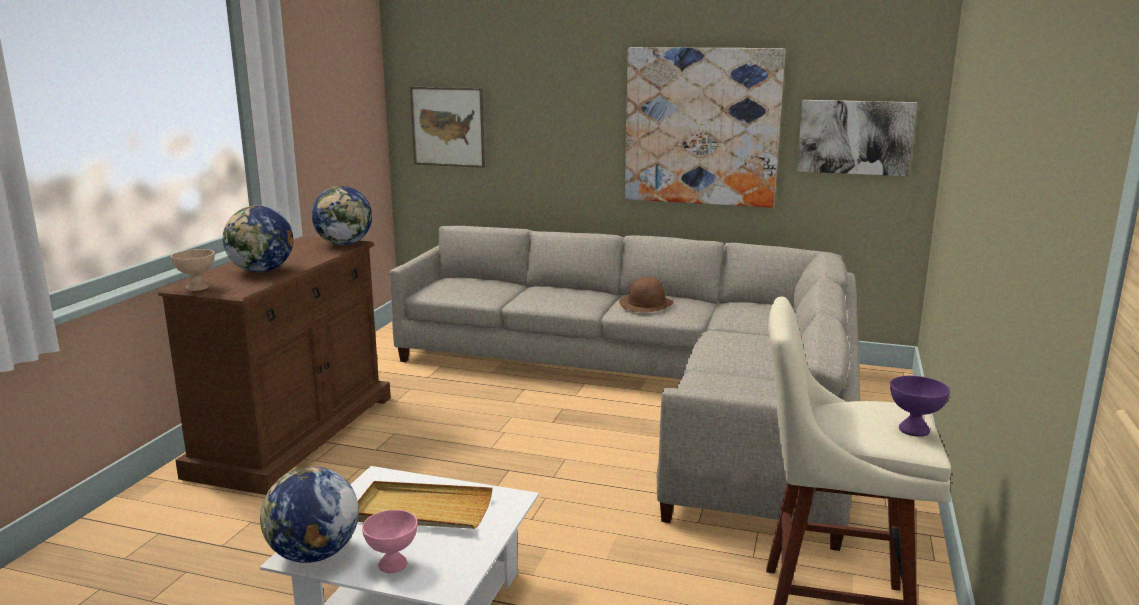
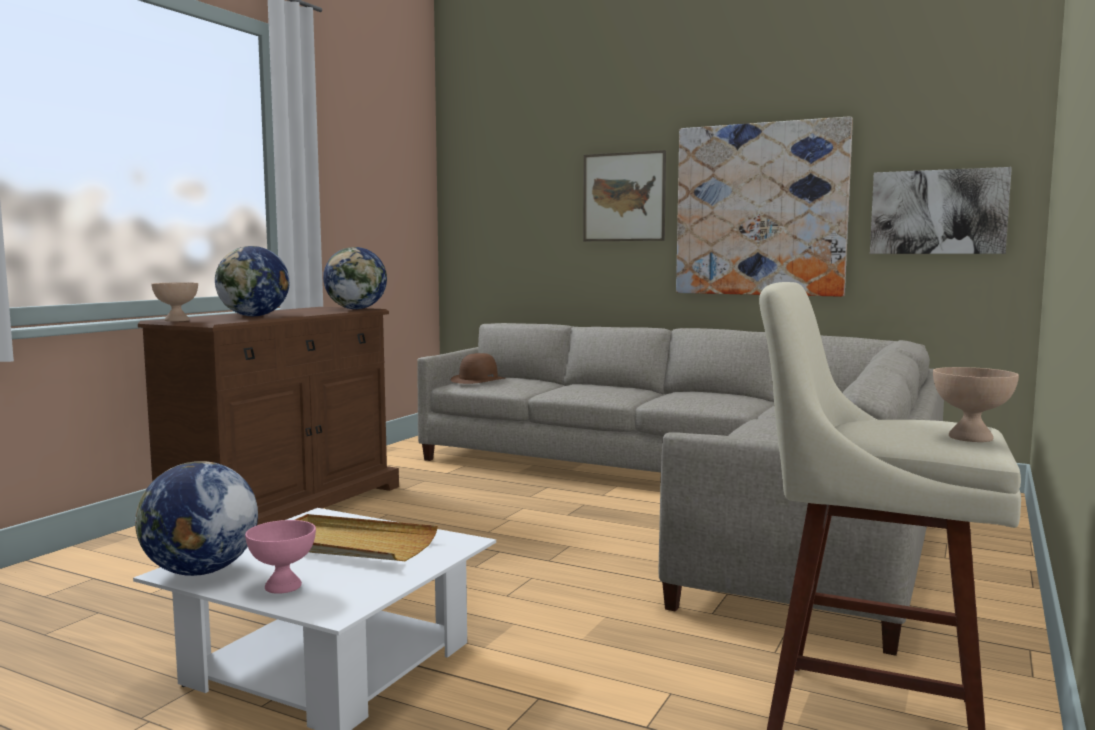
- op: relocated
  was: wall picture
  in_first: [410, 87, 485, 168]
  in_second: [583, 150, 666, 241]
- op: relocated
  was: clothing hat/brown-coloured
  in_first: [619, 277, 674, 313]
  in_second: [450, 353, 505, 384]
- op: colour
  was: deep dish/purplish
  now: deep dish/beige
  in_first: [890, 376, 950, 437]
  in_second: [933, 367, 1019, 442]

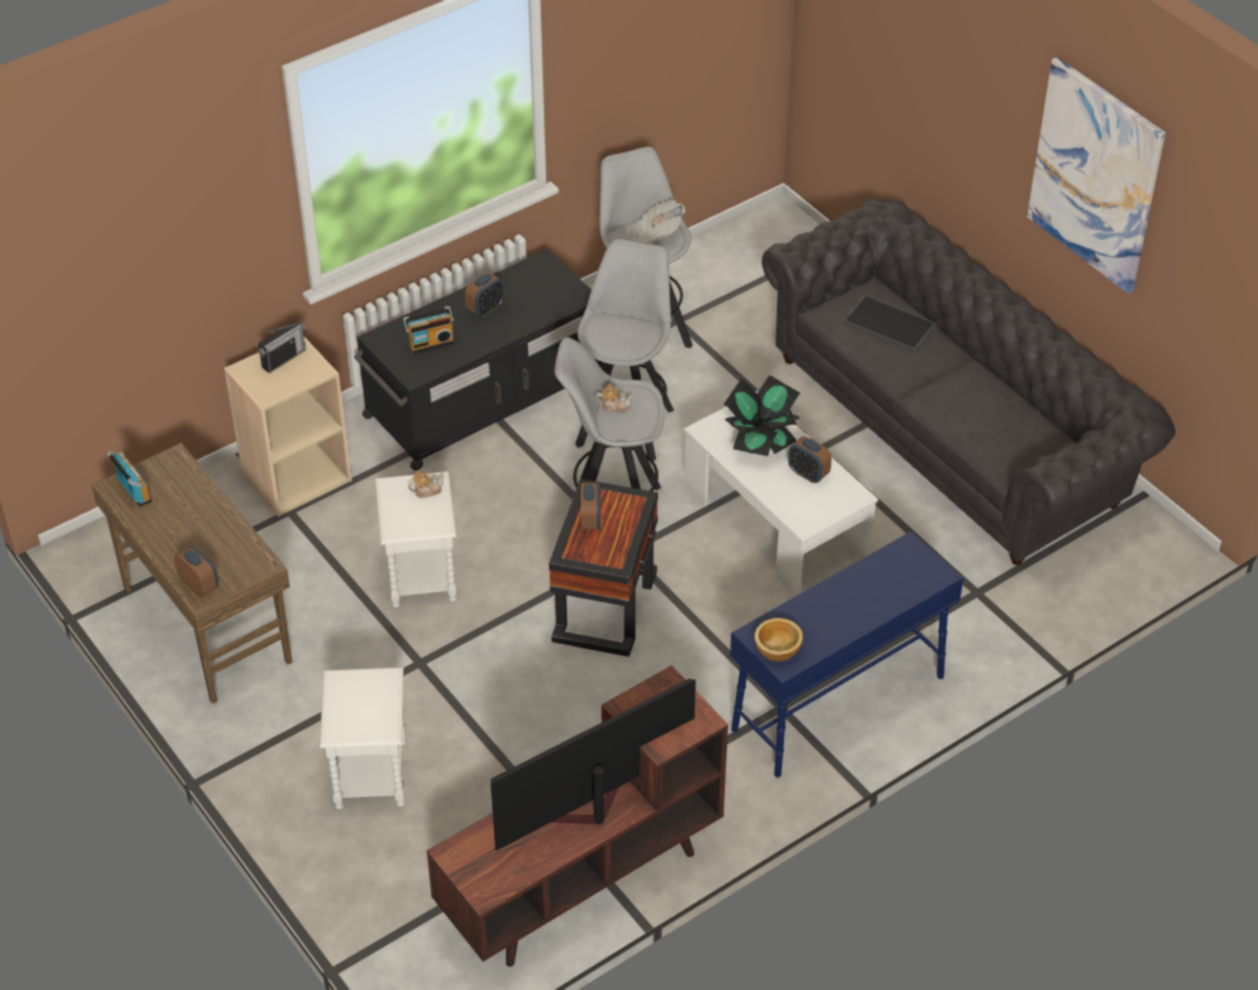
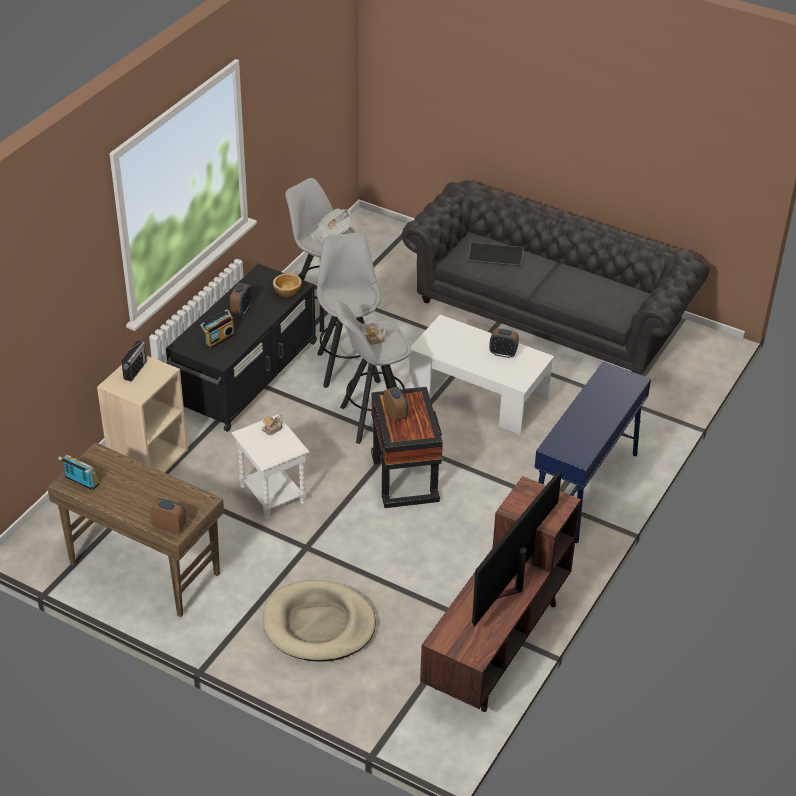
- op: exchanged
  was: side table/white
  now: dog bed/beige
  in_first: [320, 667, 406, 809]
  in_second: [263, 580, 376, 662]
- op: missing
  was: houseplant
  in_first: [724, 375, 800, 456]
- op: relocated
  was: deep dish
  in_first: [754, 618, 803, 662]
  in_second: [273, 273, 302, 297]
- op: missing
  was: wall picture
  in_first: [1027, 57, 1166, 294]

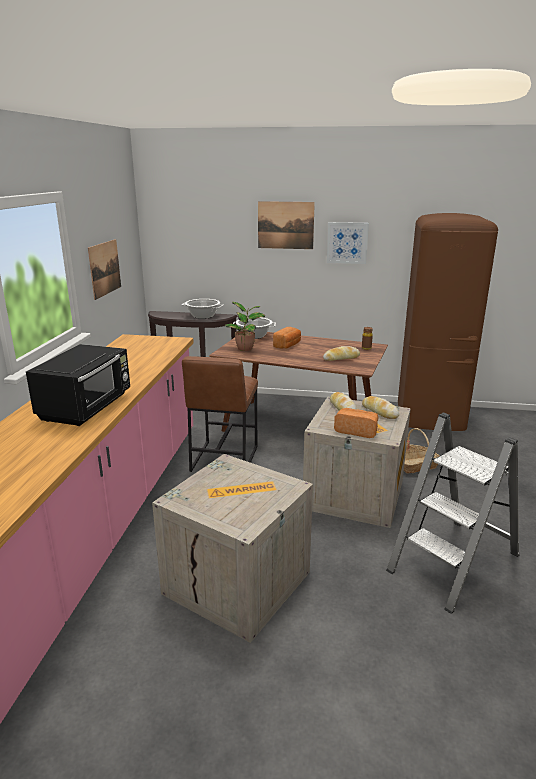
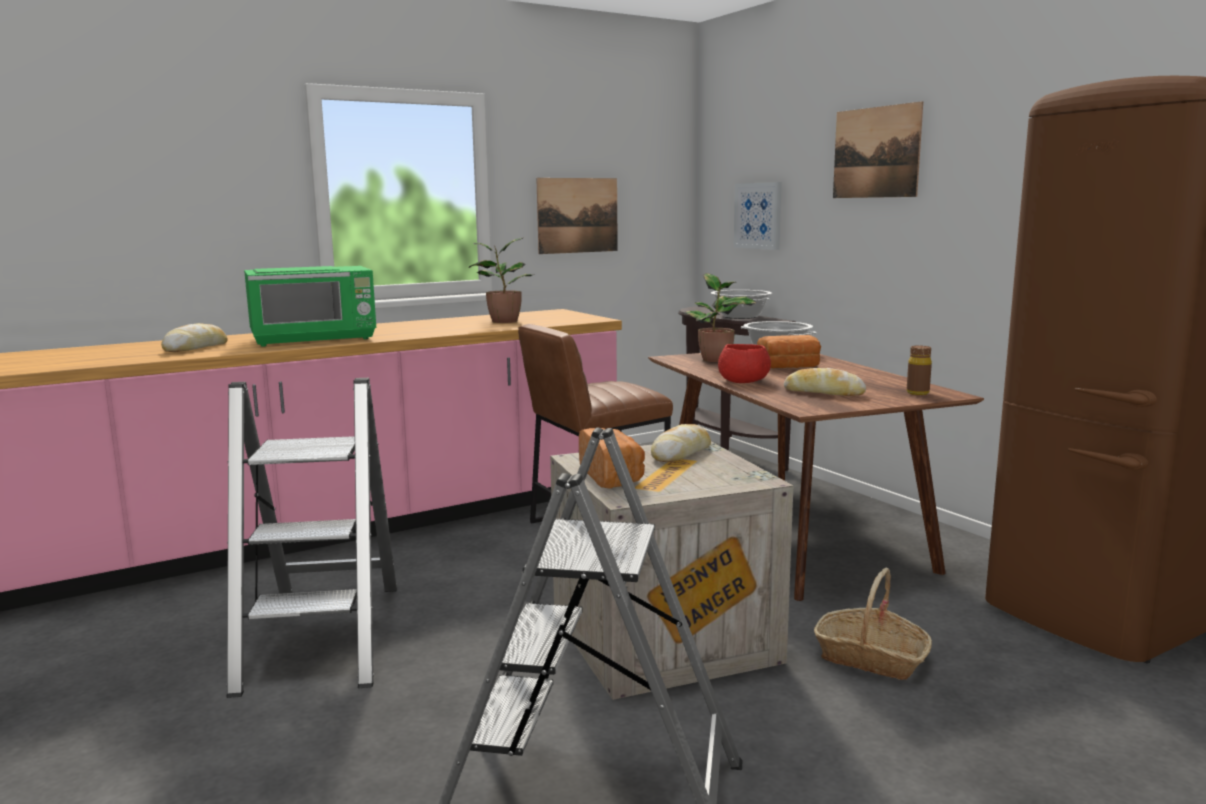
- op: colour
  was: microwave oven/black-coloured
  now: microwave oven/greenish
  in_first: [26, 344, 130, 426]
  in_second: [244, 266, 376, 347]
- op: exchanged
  was: packing crate
  now: stepladder/gray
  in_first: [152, 454, 313, 643]
  in_second: [226, 378, 397, 698]
- op: relocated
  was: wall picture
  in_first: [327, 222, 369, 264]
  in_second: [734, 182, 782, 250]
- op: relocated
  was: bakery bread
  in_first: [362, 396, 399, 419]
  in_second: [161, 323, 228, 352]
- op: appeared
  now: houseplant
  in_second: [469, 238, 535, 323]
- op: appeared
  now: deep dish/reddish
  in_second: [718, 344, 771, 383]

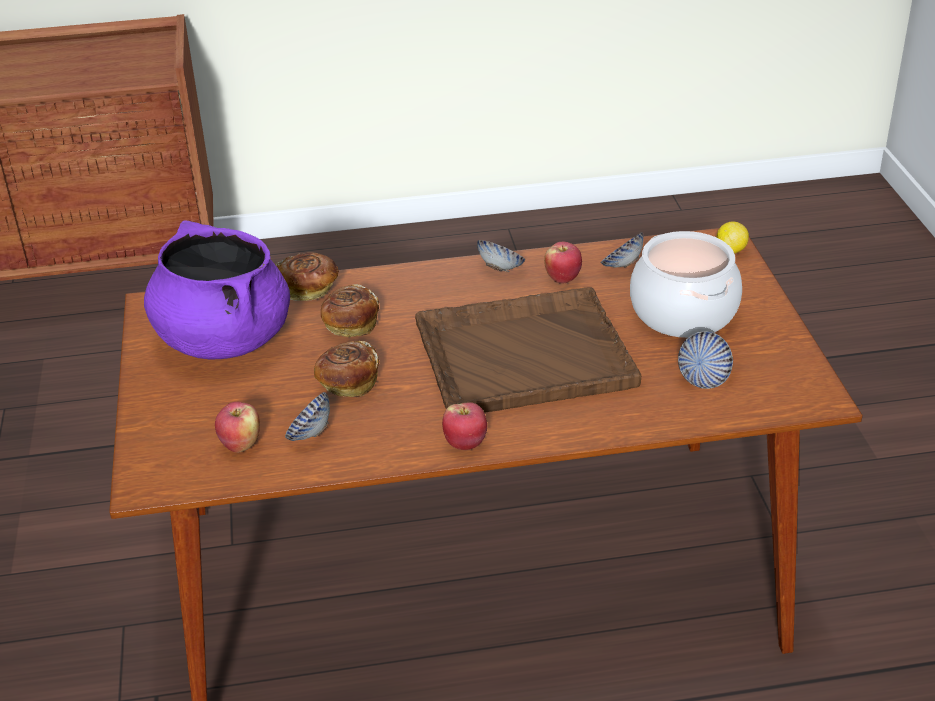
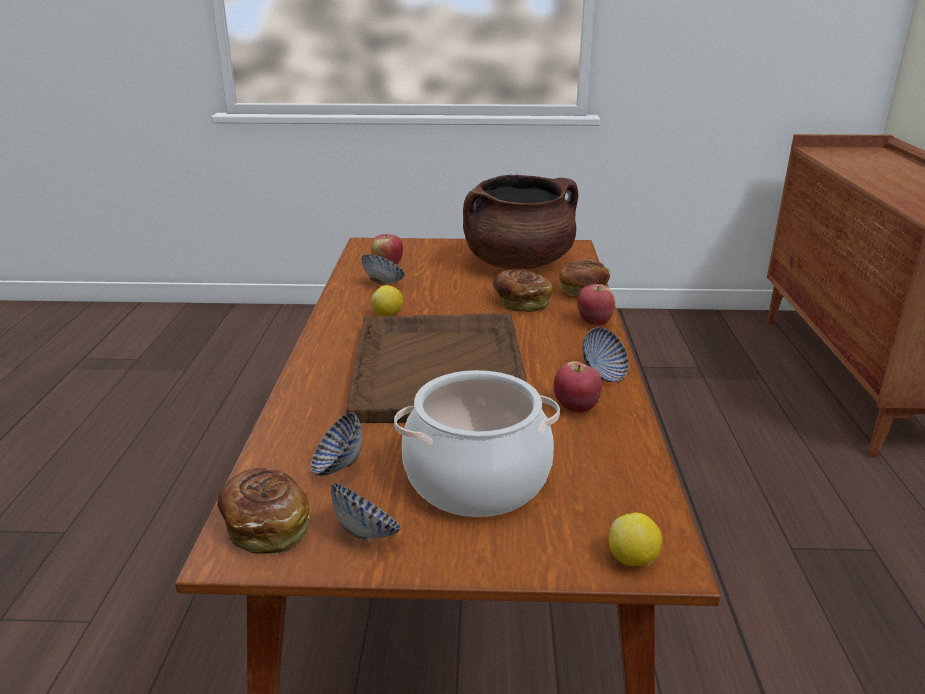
- op: colour
  was: saucepot/purplish
  now: saucepot/brown-coloured
  in_first: [144, 221, 290, 359]
  in_second: [463, 174, 578, 269]
- op: relocated
  was: bakery bread
  in_first: [314, 341, 379, 397]
  in_second: [217, 468, 309, 554]
- op: relocated
  was: apple
  in_first: [442, 402, 487, 450]
  in_second: [577, 284, 615, 326]
- op: relocated
  was: deep dish
  in_first: [601, 232, 644, 268]
  in_second: [331, 483, 401, 543]
- op: appeared
  now: lemon
  in_second: [371, 285, 403, 316]

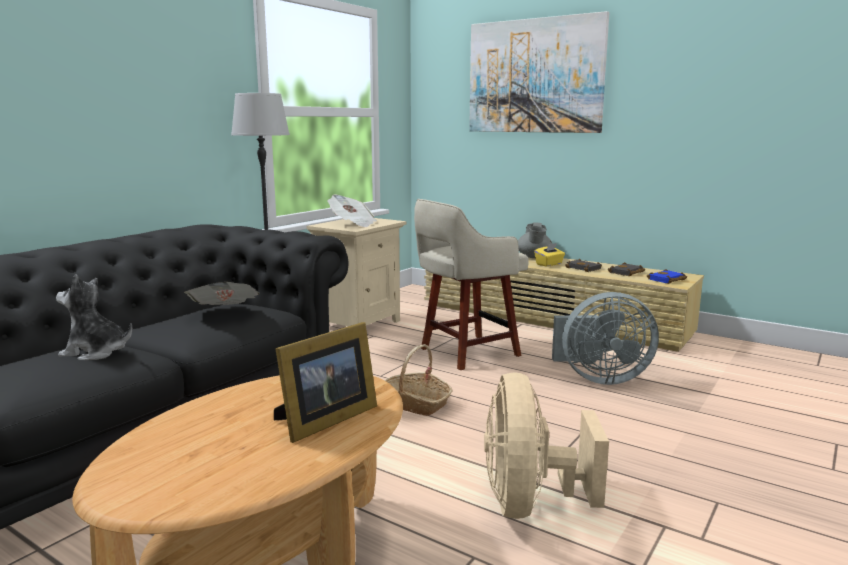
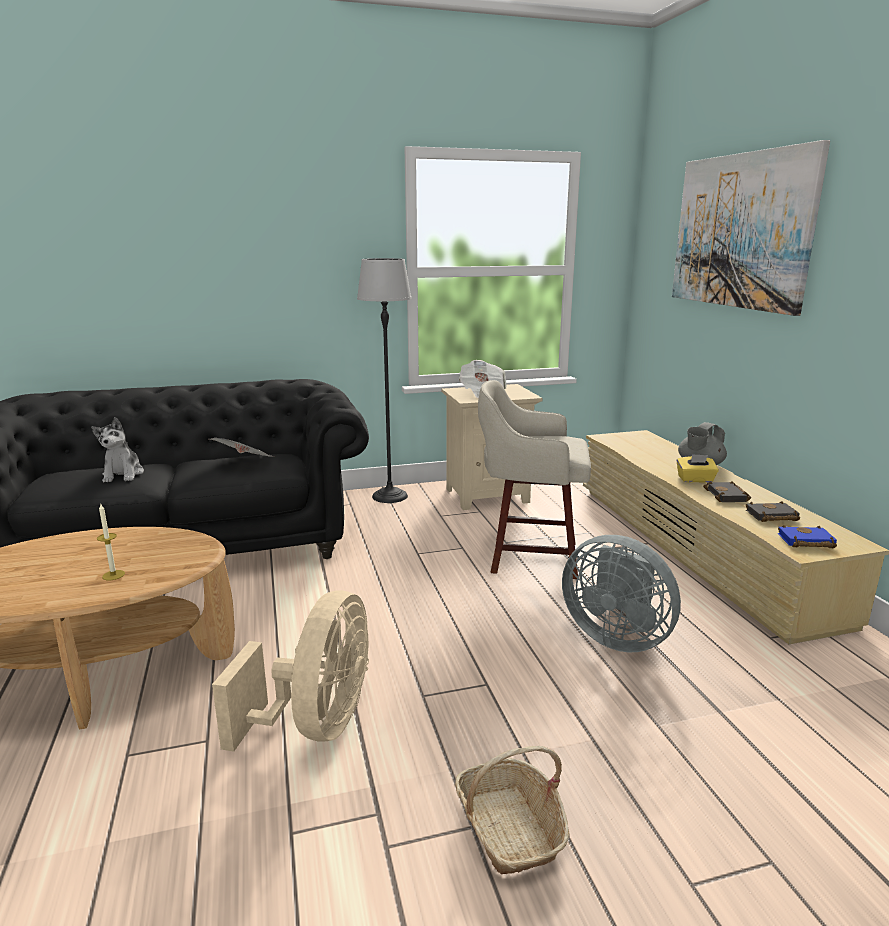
- op: spun
  was: plush toy
  in_first: [56, 274, 132, 360]
  in_second: [91, 417, 144, 482]
  clockwise: -150
- op: exchanged
  was: standing frame
  now: wax candle
  in_first: [274, 322, 377, 443]
  in_second: [97, 504, 125, 580]
- op: relocated
  was: storage basket
  in_first: [384, 344, 452, 416]
  in_second: [455, 746, 569, 875]
- op: spun
  was: fan/beige
  in_first: [484, 372, 609, 519]
  in_second: [212, 590, 369, 752]
  clockwise: 150

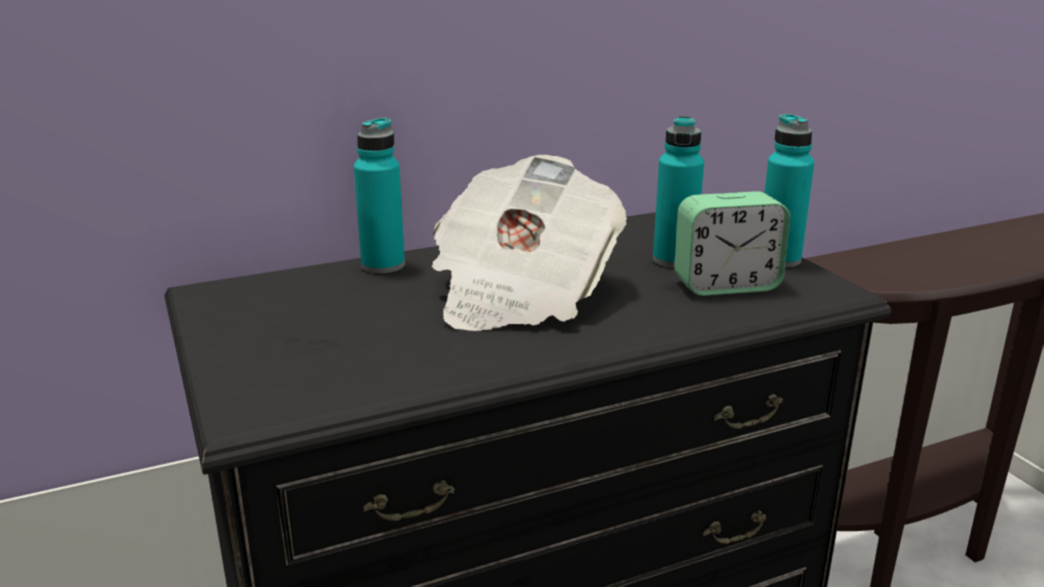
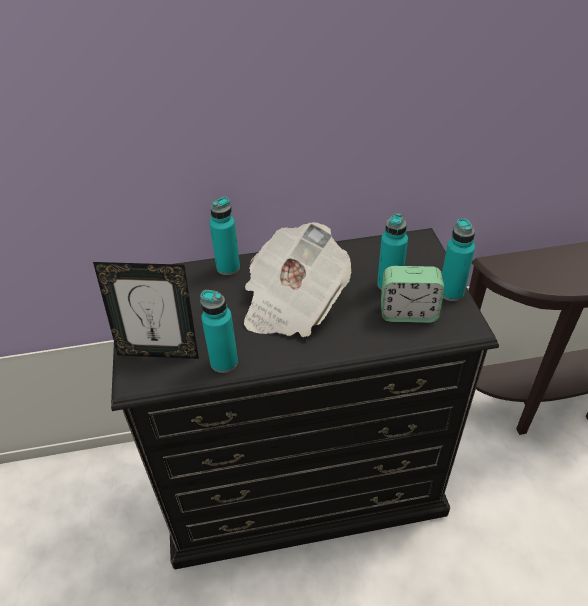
- op: appeared
  now: standing frame
  in_second: [93, 262, 199, 359]
- op: appeared
  now: bottle/blue-green
  in_second: [200, 290, 238, 373]

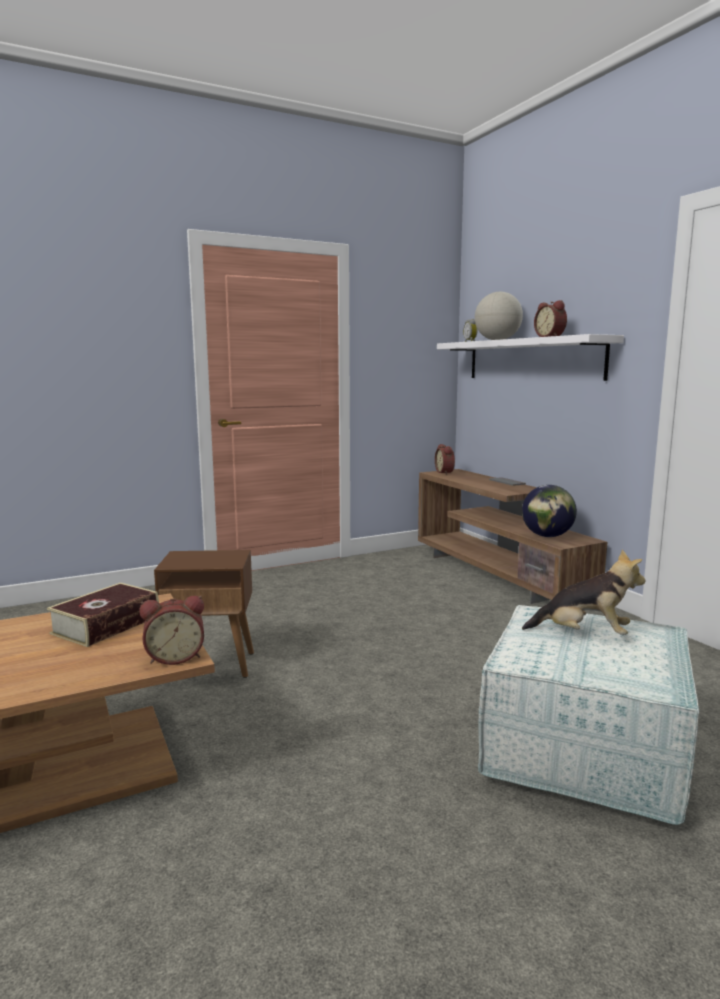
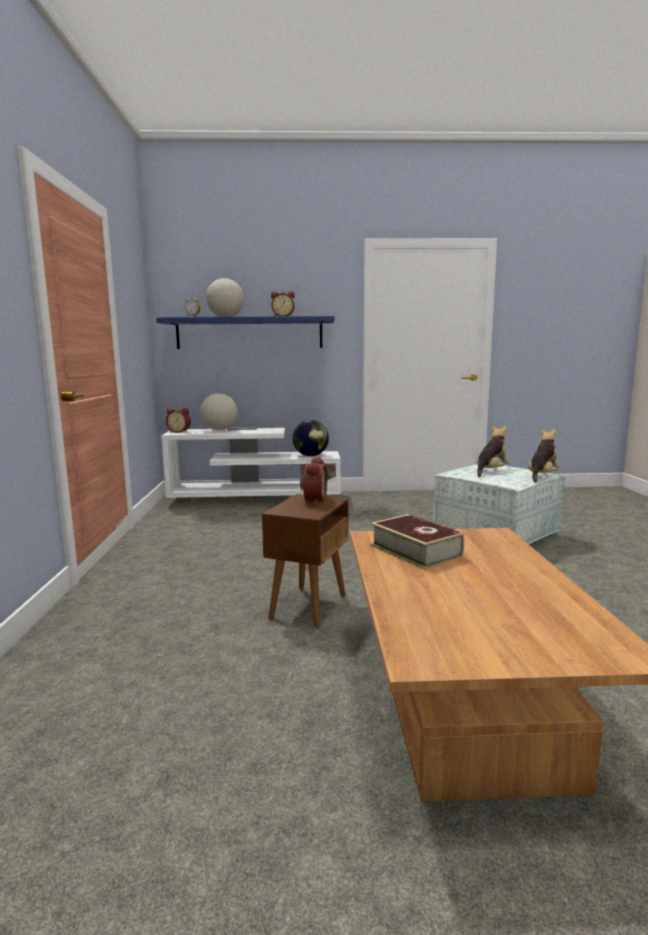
- op: relocated
  was: bedside clock
  in_first: [140, 596, 204, 665]
  in_second: [300, 457, 327, 505]
- op: colour
  was: tv unit/brown-coloured
  now: tv unit/white
  in_first: [418, 469, 607, 604]
  in_second: [161, 427, 341, 506]
- op: colour
  was: bracket shelf/white
  now: bracket shelf/blue
  in_first: [437, 334, 624, 381]
  in_second: [156, 316, 335, 349]
- op: appeared
  now: desk globe
  in_second: [200, 393, 237, 430]
- op: appeared
  now: plush toy
  in_second: [528, 428, 560, 483]

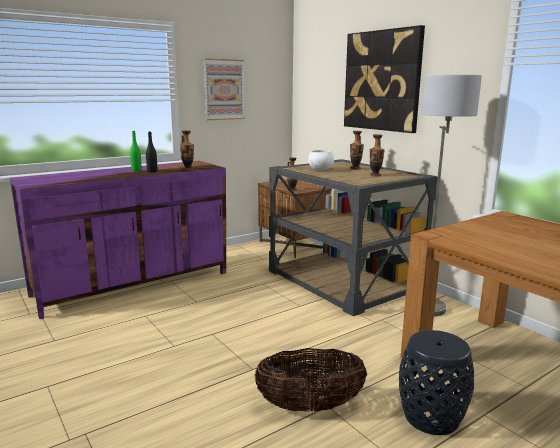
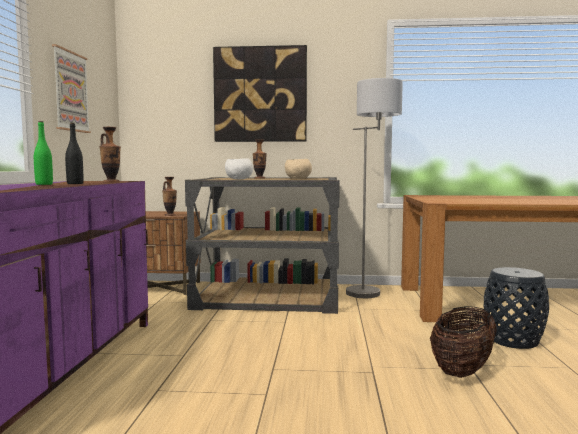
- op: exchanged
  was: vase
  now: deep dish/beige
  in_first: [370, 134, 385, 176]
  in_second: [285, 159, 312, 179]

